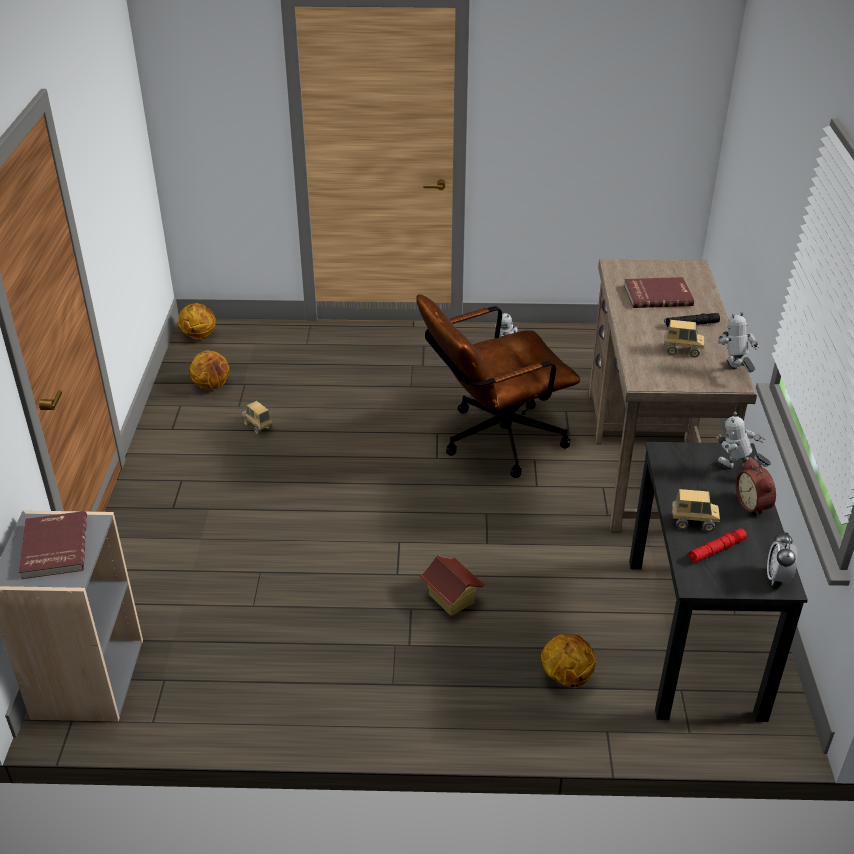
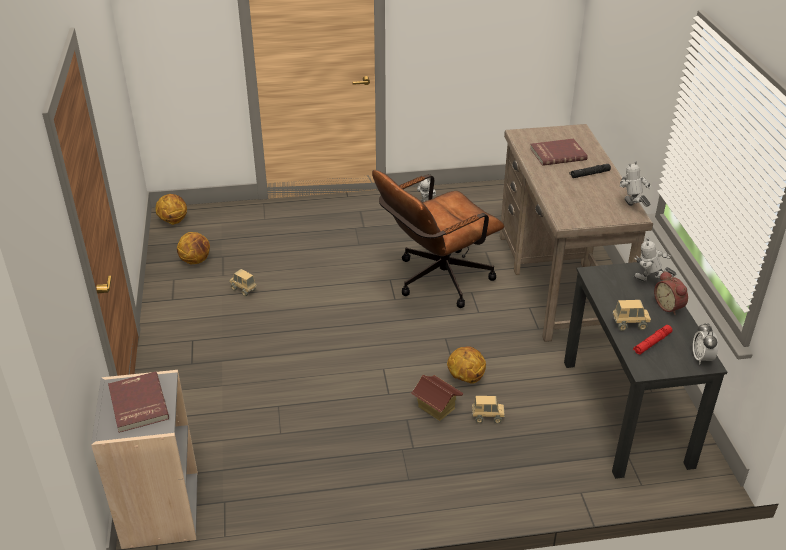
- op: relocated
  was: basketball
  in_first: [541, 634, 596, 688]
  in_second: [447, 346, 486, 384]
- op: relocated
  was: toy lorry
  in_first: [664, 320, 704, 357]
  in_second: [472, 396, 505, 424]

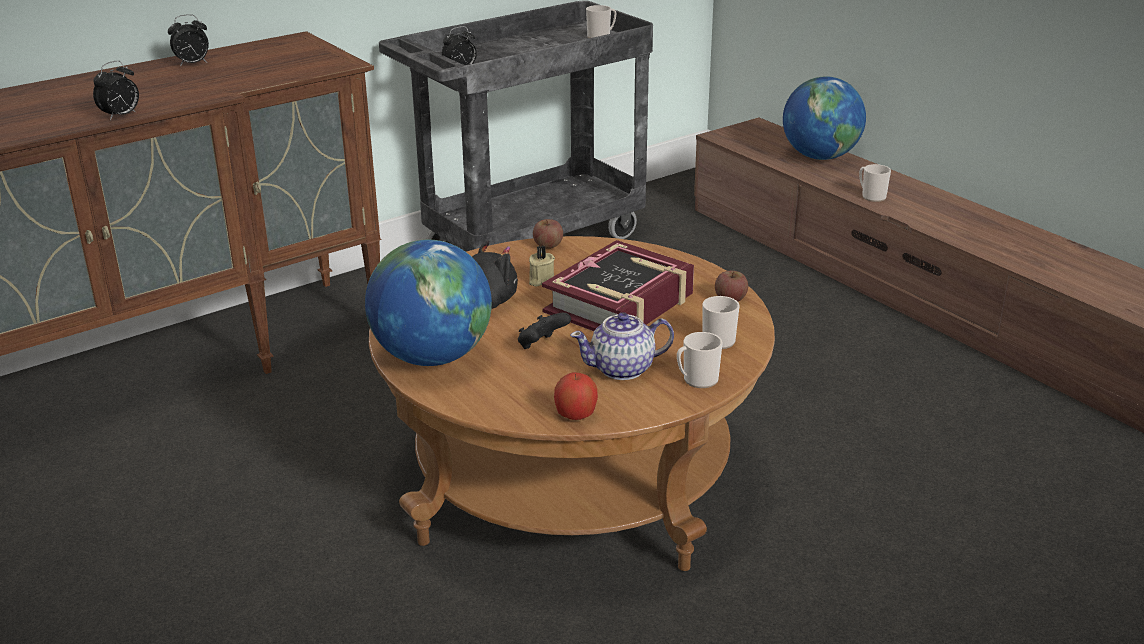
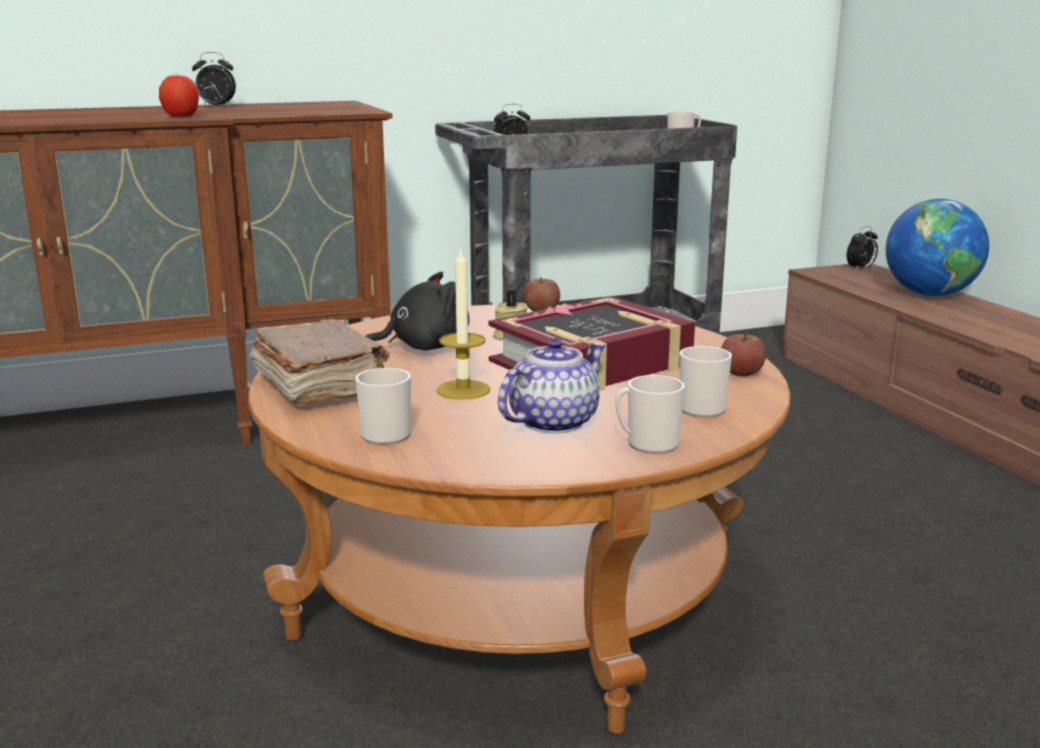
- op: relocated
  was: bedside clock
  in_first: [93, 61, 139, 121]
  in_second: [847, 226, 878, 271]
- op: exchanged
  was: desk globe
  now: bound book/brown-coloured
  in_first: [365, 240, 492, 366]
  in_second: [251, 319, 389, 405]
- op: exchanged
  was: game controller/black-coloured
  now: wax candle
  in_first: [518, 313, 571, 349]
  in_second: [436, 247, 490, 400]
- op: relocated
  was: apple
  in_first: [554, 372, 598, 420]
  in_second: [159, 75, 199, 116]
- op: spun
  was: tea pot
  in_first: [570, 312, 674, 380]
  in_second: [498, 338, 606, 434]
  clockwise: 135
- op: relocated
  was: coffee mug
  in_first: [859, 164, 891, 202]
  in_second: [355, 368, 411, 445]

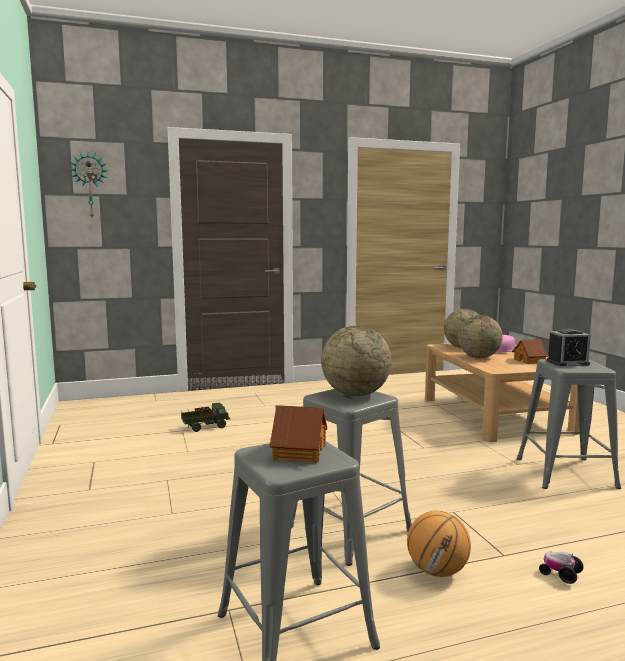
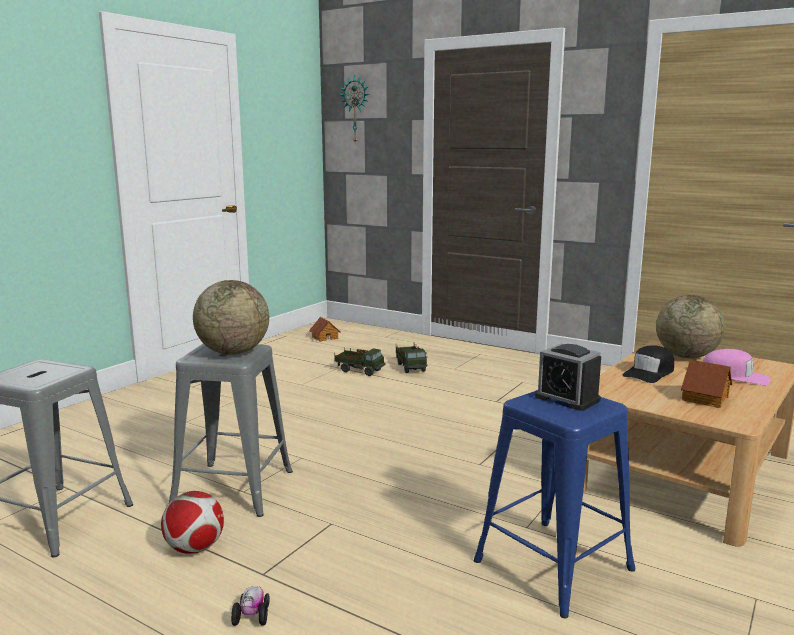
- op: relocated
  was: model house
  in_first: [270, 405, 327, 463]
  in_second: [309, 317, 340, 342]
- op: exchanged
  was: basketball
  now: football
  in_first: [407, 510, 471, 577]
  in_second: [161, 491, 224, 554]
- op: exchanged
  was: desk globe
  now: cap/black-coloured
  in_first: [458, 315, 503, 358]
  in_second: [623, 345, 674, 383]
- op: colour
  was: stool seat/gray
  now: stool seat/blue
  in_first: [517, 359, 621, 489]
  in_second: [474, 390, 635, 618]
- op: appeared
  now: toy lorry
  in_second: [396, 346, 427, 373]

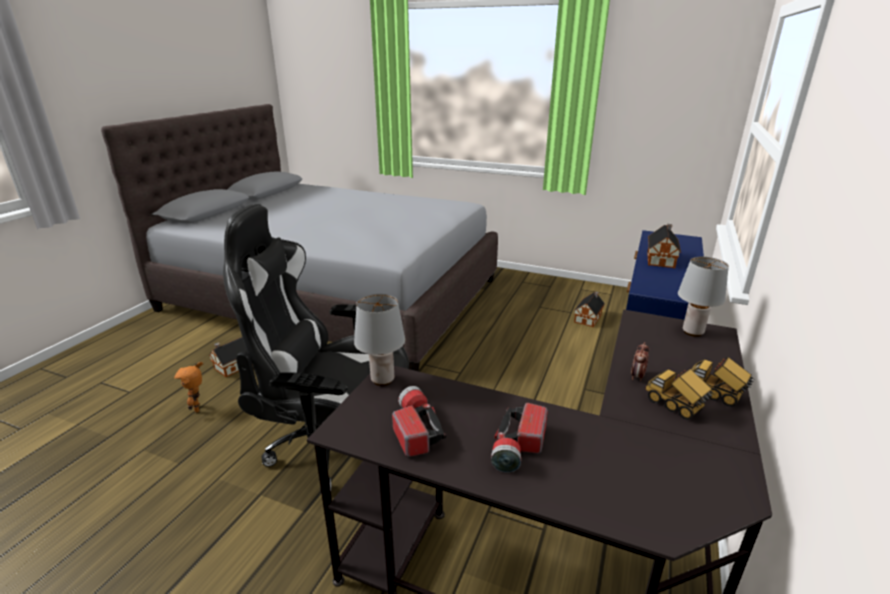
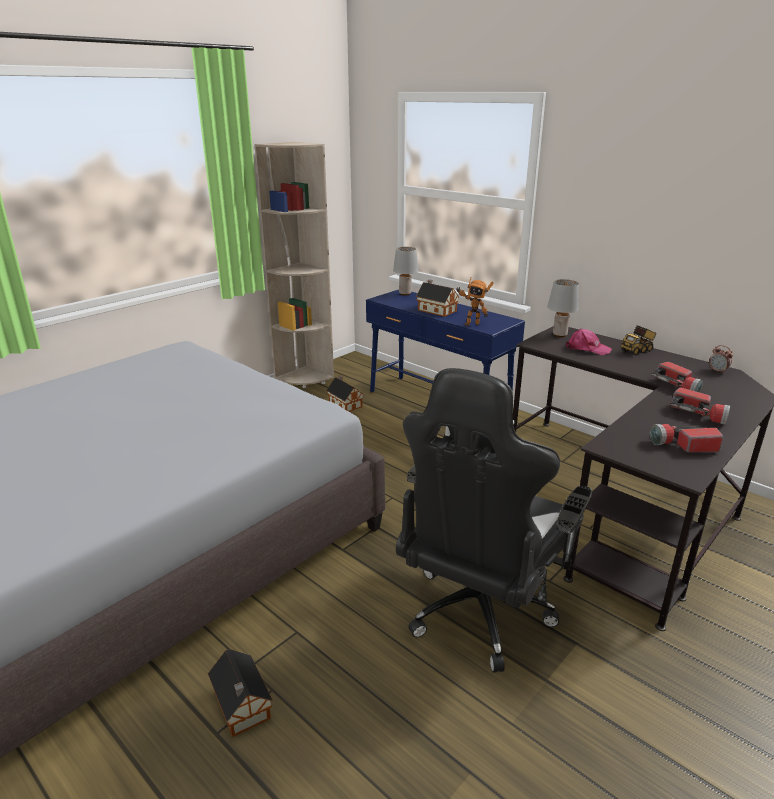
- op: relocated
  was: model robot
  in_first: [174, 362, 203, 412]
  in_second: [456, 277, 493, 326]
- op: relocated
  was: table lamp/gray
  in_first: [354, 294, 405, 386]
  in_second: [393, 247, 419, 296]
- op: relocated
  was: bedside clock
  in_first: [631, 342, 649, 381]
  in_second: [709, 345, 733, 374]
- op: missing
  was: toy lorry
  in_first: [645, 368, 714, 420]
- op: appeared
  now: bookcase/beige
  in_second: [255, 142, 334, 388]
- op: appeared
  now: cap/pink-coloured
  in_second: [566, 329, 612, 355]
- op: appeared
  now: hand torch
  in_second: [651, 362, 703, 392]

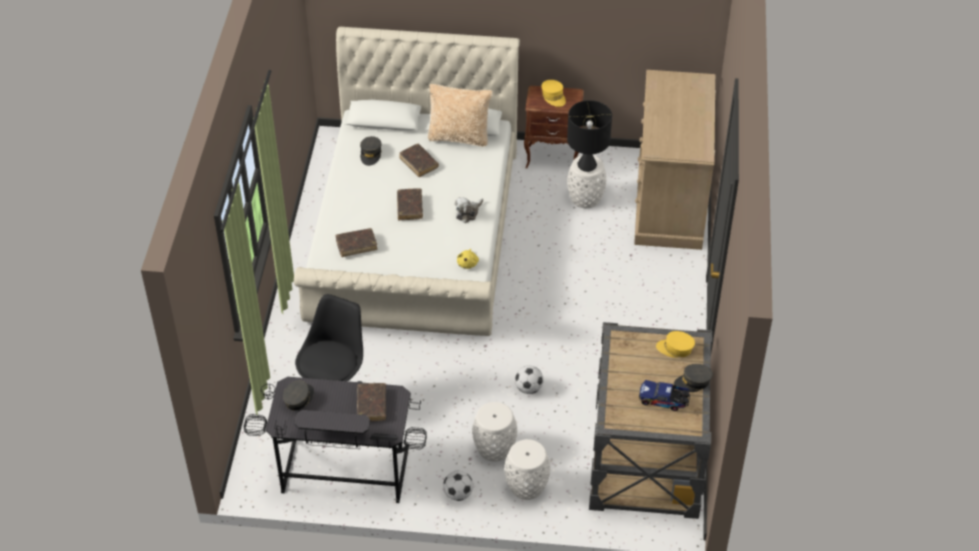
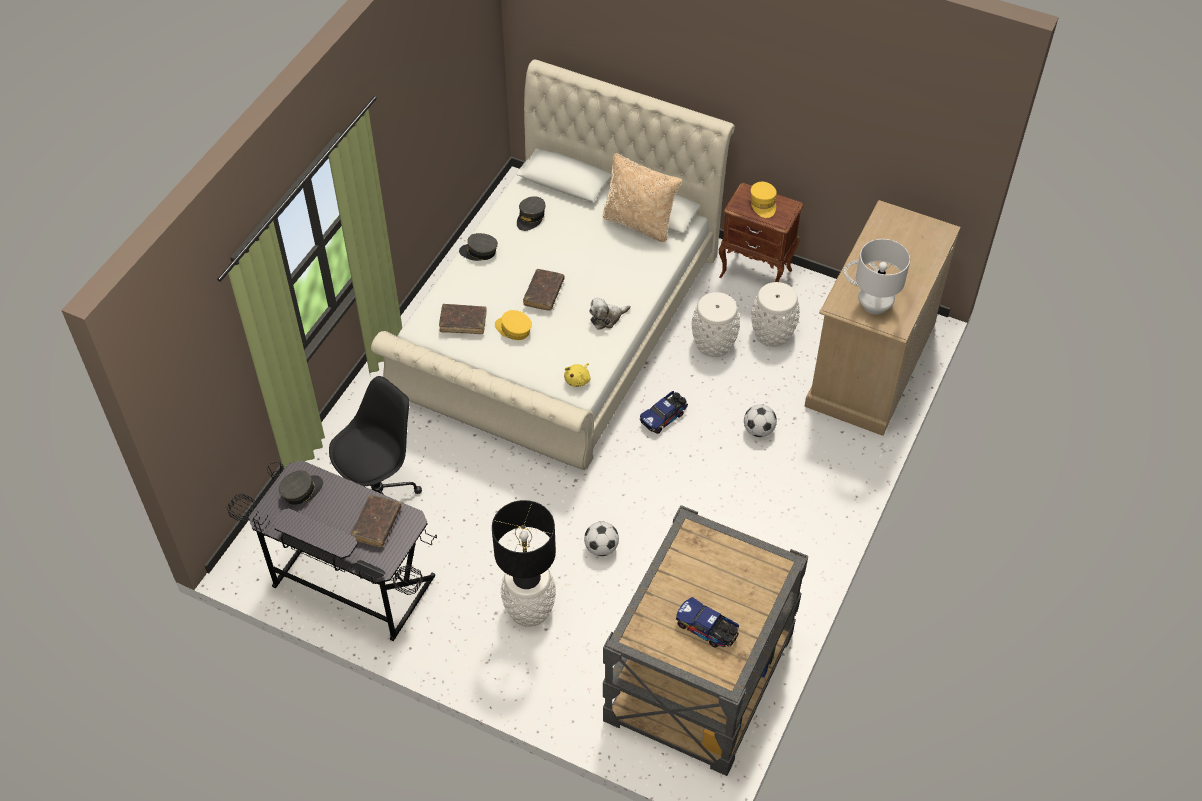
- op: missing
  was: bound book/brown-coloured
  in_first: [399, 143, 439, 177]
- op: relocated
  was: football
  in_first: [443, 471, 473, 501]
  in_second: [744, 404, 777, 437]
- op: relocated
  was: stool seat/white
  in_first: [504, 439, 550, 500]
  in_second: [692, 292, 740, 357]
- op: relocated
  was: table lamp/black-coloured
  in_first: [567, 100, 612, 172]
  in_second: [492, 500, 556, 589]
- op: relocated
  was: cap/yellow-coloured
  in_first: [656, 331, 695, 357]
  in_second: [495, 310, 532, 340]
- op: relocated
  was: cap/gray
  in_first: [674, 364, 713, 392]
  in_second: [459, 233, 498, 261]
- op: appeared
  now: toy lorry
  in_second: [640, 391, 688, 434]
- op: appeared
  now: table lamp/white
  in_second: [844, 239, 910, 315]

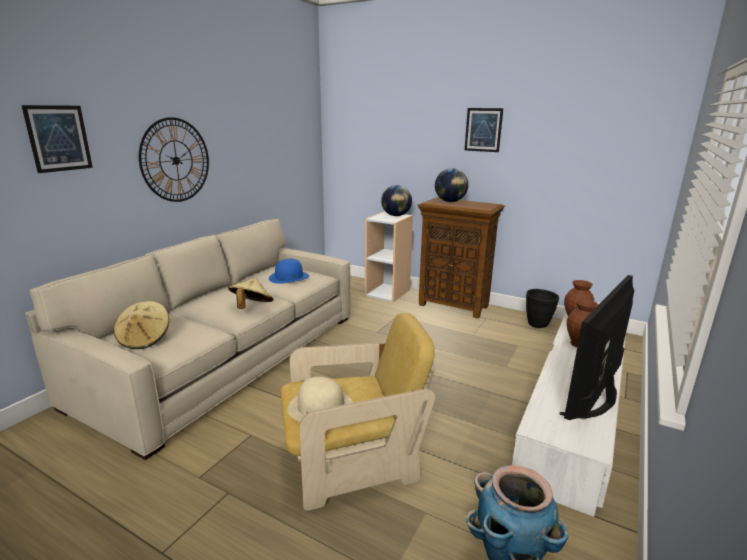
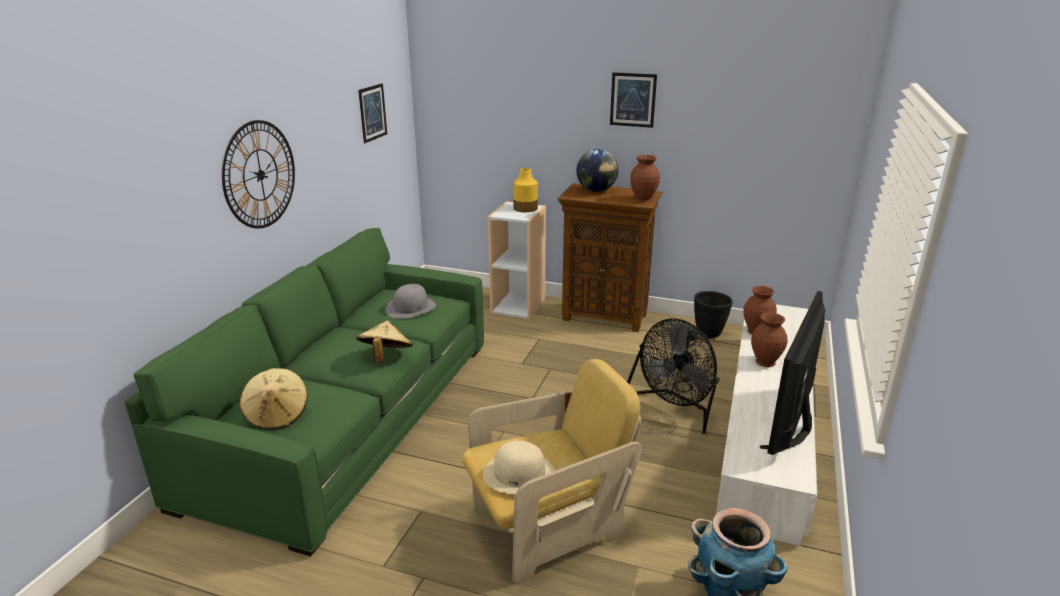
- op: relocated
  was: wall picture
  in_first: [21, 105, 93, 173]
  in_second: [358, 83, 387, 143]
- op: colour
  was: sofa/beige
  now: sofa/greenish
  in_first: [25, 219, 351, 460]
  in_second: [125, 228, 484, 556]
- op: colour
  was: clothing hat/blue
  now: clothing hat/gray
  in_first: [269, 259, 309, 284]
  in_second: [385, 284, 436, 319]
- op: exchanged
  was: desk globe
  now: vase/yellow-coloured
  in_first: [381, 185, 412, 216]
  in_second: [513, 168, 538, 212]
- op: appeared
  now: fan/black-coloured
  in_second: [627, 318, 720, 434]
- op: appeared
  now: vase/brown-coloured
  in_second: [630, 155, 660, 202]

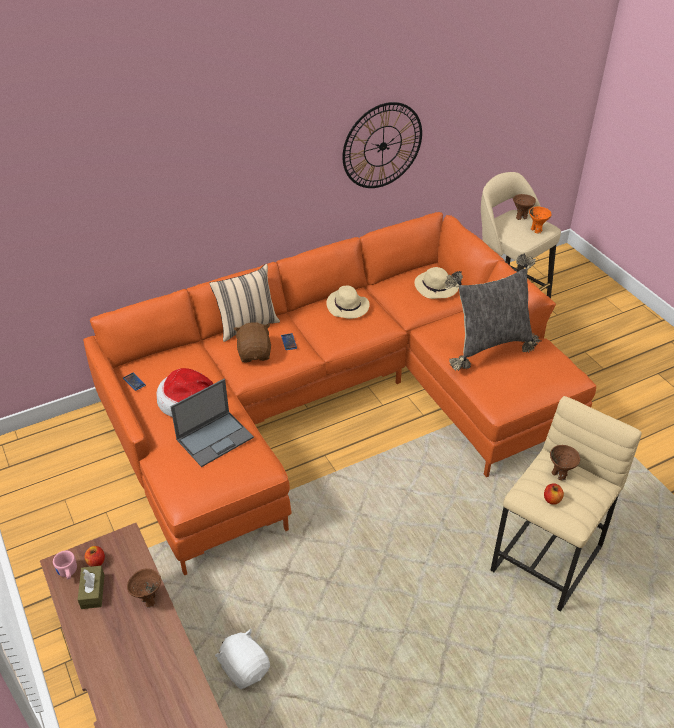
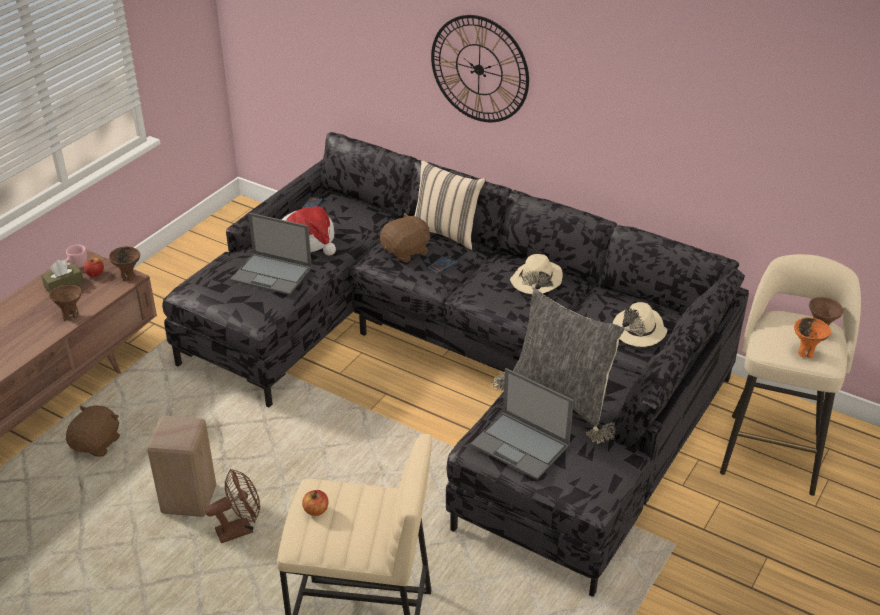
- op: colour
  was: sofa/orangey
  now: sofa/black-coloured
  in_first: [83, 212, 596, 575]
  in_second: [162, 132, 749, 597]
- op: colour
  was: plush toy/white
  now: plush toy/brown-coloured
  in_first: [215, 629, 270, 689]
  in_second: [66, 405, 120, 457]
- op: relocated
  was: wall clock
  in_first: [342, 102, 422, 188]
  in_second: [431, 15, 529, 122]
- op: relocated
  was: deep dish/brown-coloured
  in_first: [550, 445, 580, 481]
  in_second: [109, 246, 140, 281]
- op: appeared
  now: stool seat/beige
  in_second: [147, 416, 216, 517]
- op: appeared
  now: fan/brown-coloured
  in_second: [205, 469, 260, 543]
- op: appeared
  now: notebook computer
  in_second: [471, 368, 574, 480]

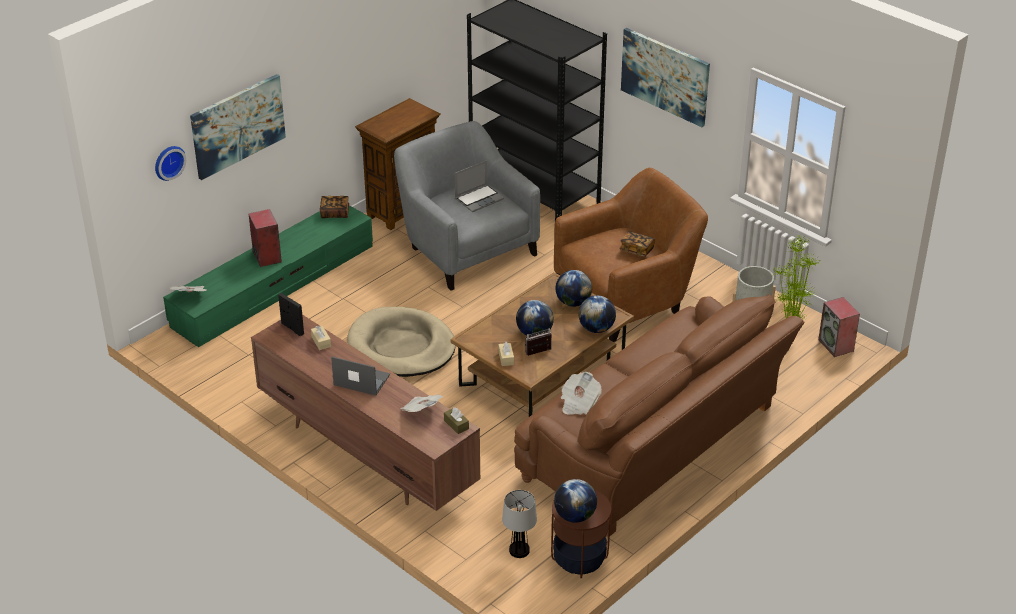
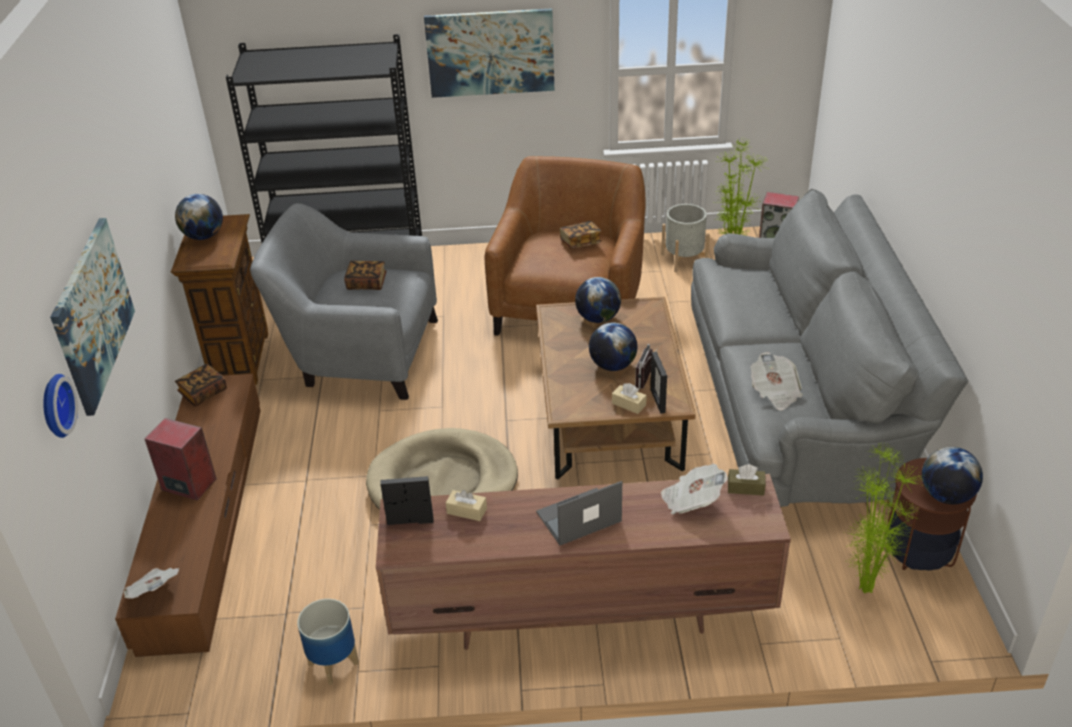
- op: colour
  was: tv unit/greenish
  now: tv unit/brown-coloured
  in_first: [163, 205, 373, 347]
  in_second: [115, 374, 260, 657]
- op: exchanged
  was: notebook computer
  now: bound book
  in_first: [455, 160, 504, 212]
  in_second: [345, 261, 386, 290]
- op: exchanged
  was: table lamp
  now: houseplant
  in_first: [502, 490, 537, 558]
  in_second: [845, 443, 924, 594]
- op: colour
  was: sofa/brown-coloured
  now: sofa/gray
  in_first: [514, 294, 804, 537]
  in_second: [691, 189, 968, 510]
- op: relocated
  was: desk globe
  in_first: [578, 296, 616, 333]
  in_second: [175, 194, 223, 240]
- op: appeared
  now: plant pot
  in_second: [297, 599, 359, 685]
- op: appeared
  now: standing frame
  in_second: [650, 352, 667, 414]

